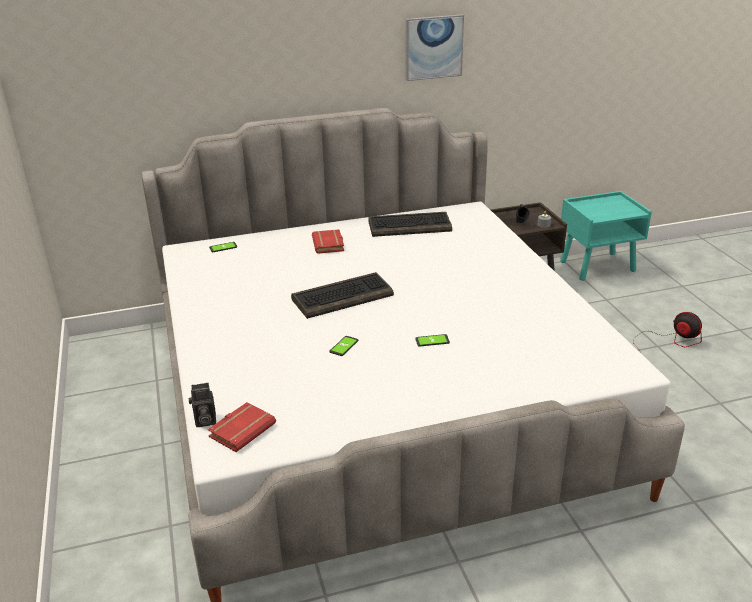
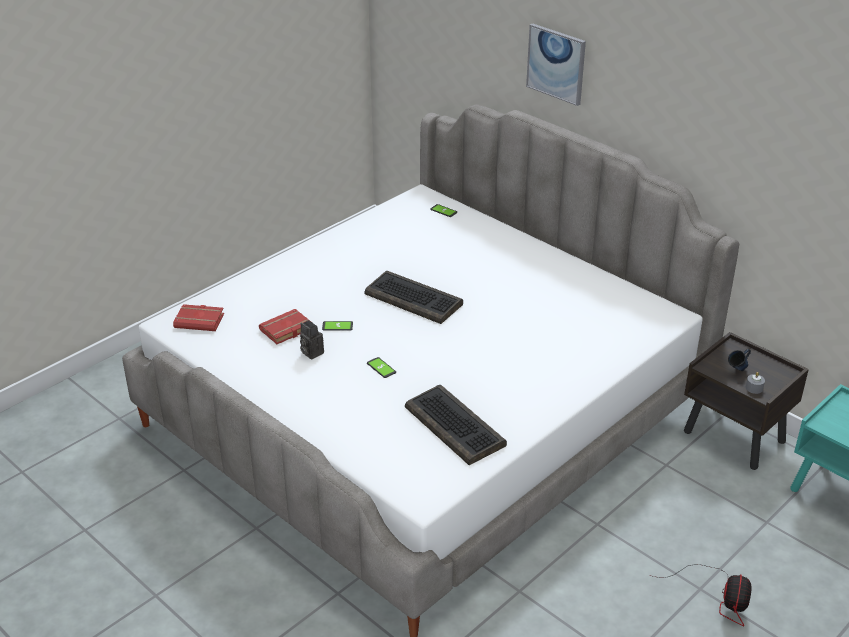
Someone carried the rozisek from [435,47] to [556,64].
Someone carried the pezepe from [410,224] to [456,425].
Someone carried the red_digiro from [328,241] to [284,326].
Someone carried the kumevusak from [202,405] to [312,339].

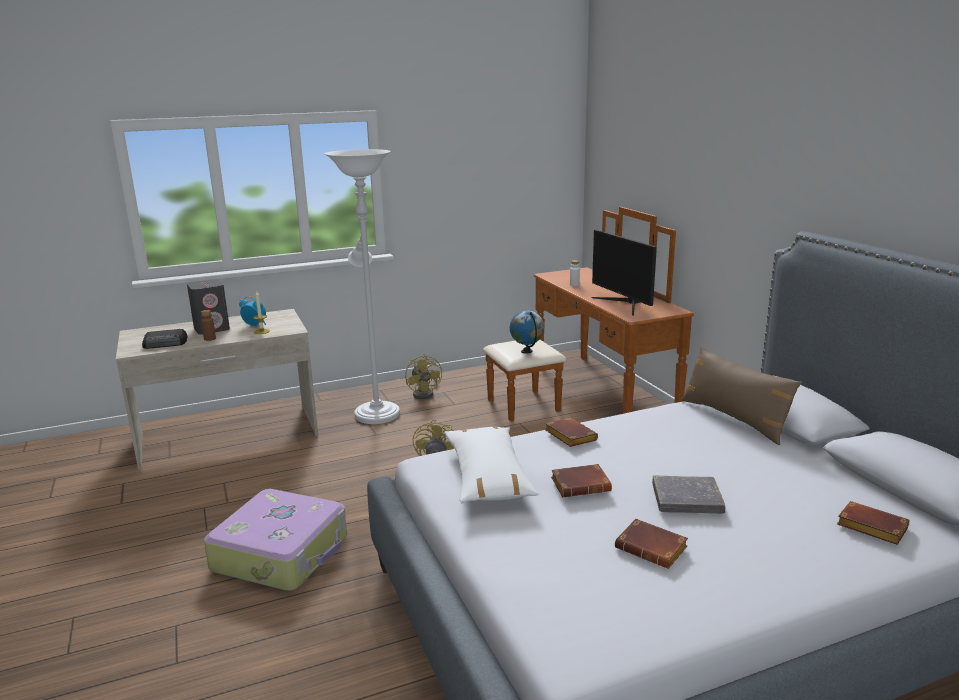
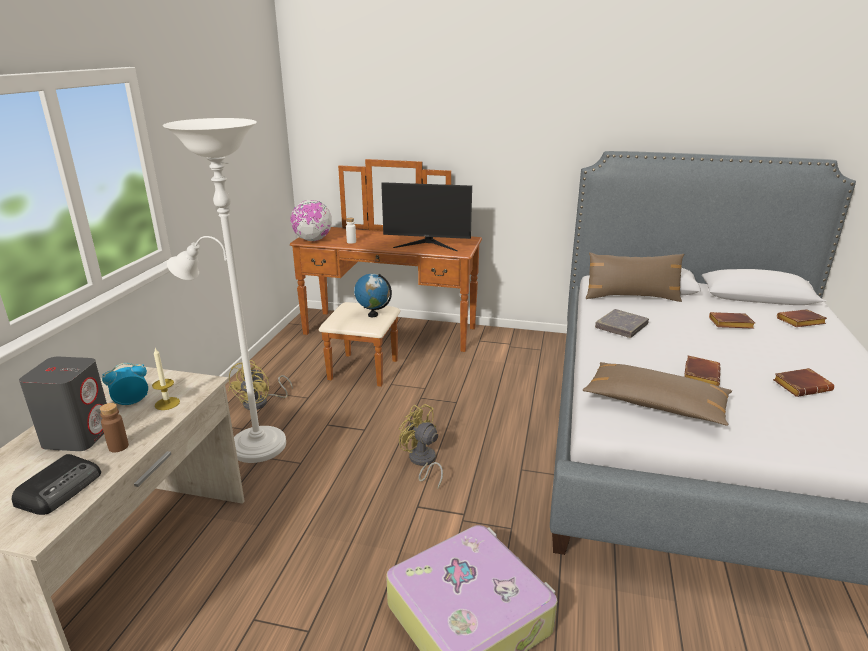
Someone rotated the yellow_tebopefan at [423,376] by 90 degrees clockwise.
Someone carried the brown_digiro from [571,432] to [732,320].
Someone repainted the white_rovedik at [492,465], which became the brown_rovedik at [657,394].
Someone carried the grey_digiro from [688,495] to [622,323].
Someone put down the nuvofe at [311,220].

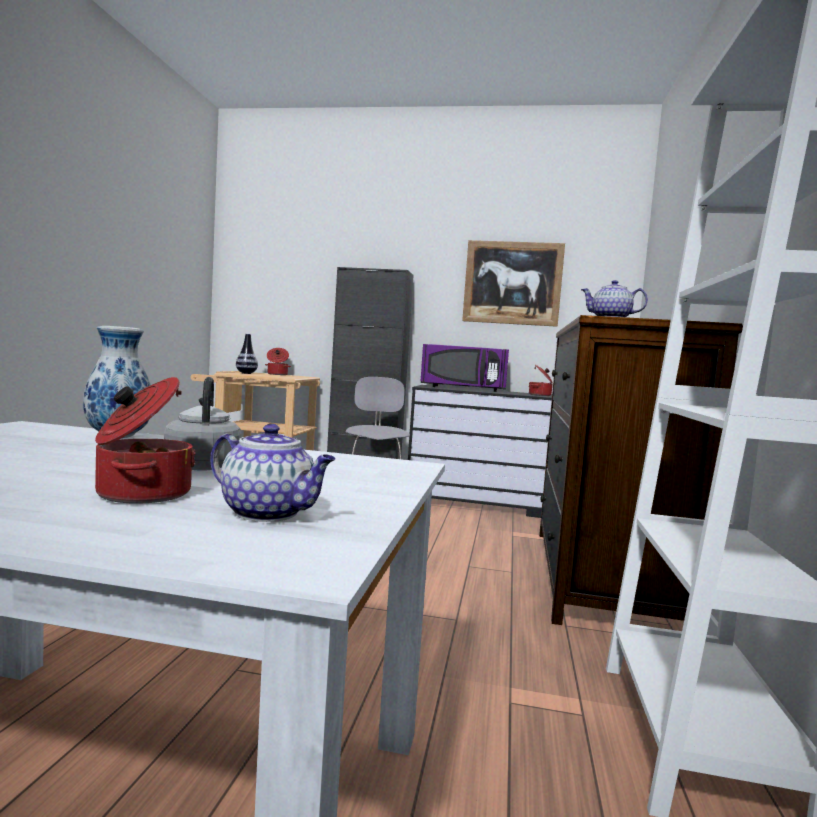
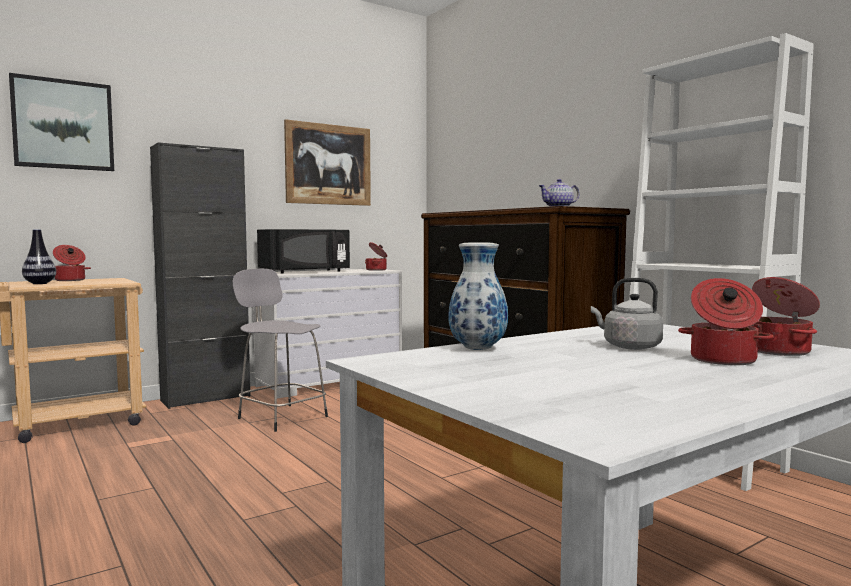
Someone repainted the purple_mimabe at [464,368], which became the black_mimabe at [303,251].
Someone repainted the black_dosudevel at [480,451], which became the white_dosudevel at [327,333].
Someone swapped the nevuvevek at [273,473] for the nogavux at [786,316].
Someone put up the rozisek at [61,122].

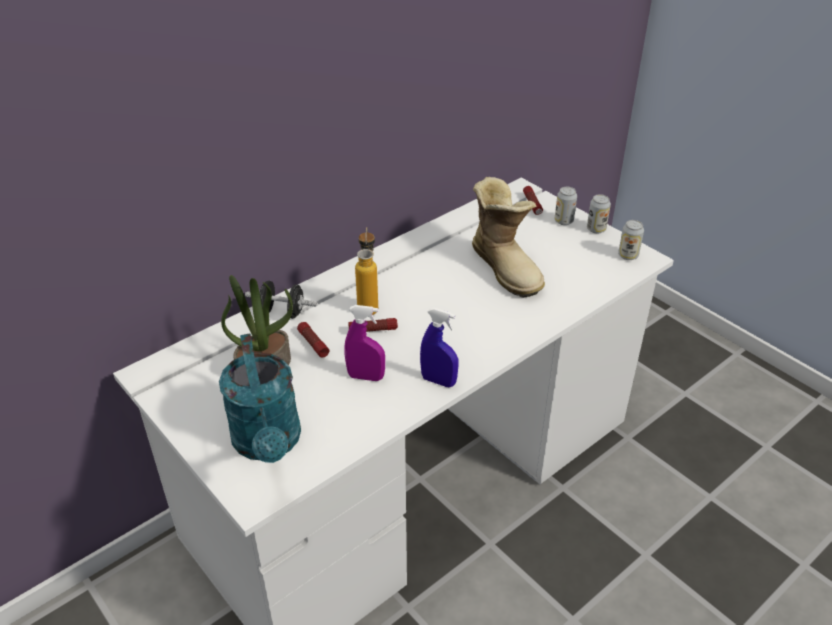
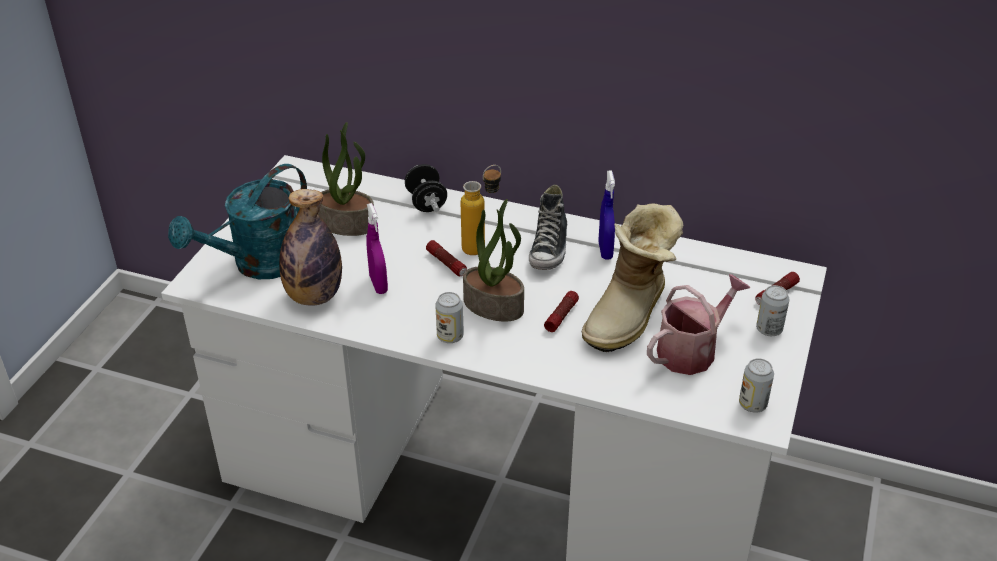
Someone carried the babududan from [599,214] to [449,317].
Someone carried the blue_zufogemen from [439,347] to [606,215].
Someone carried the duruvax from [313,340] to [561,311].
Someone put down the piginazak at [548,227].
Someone put down the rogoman at [310,247].
Someone put down the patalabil at [493,260].
Someone put down the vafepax at [698,324].

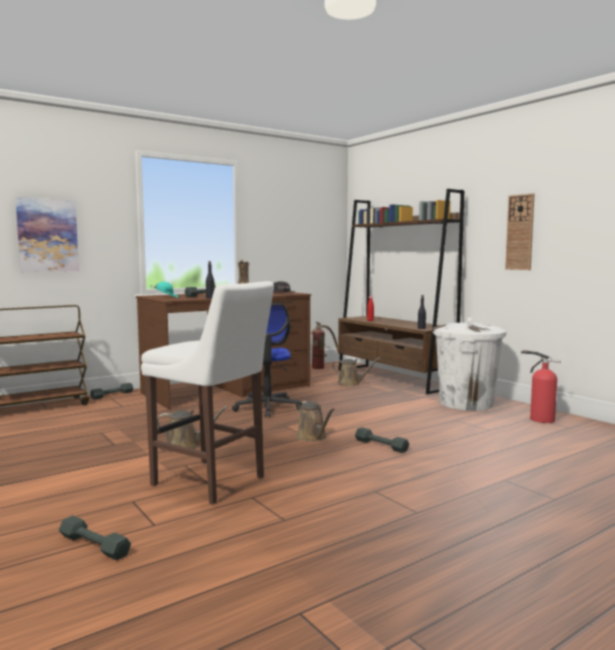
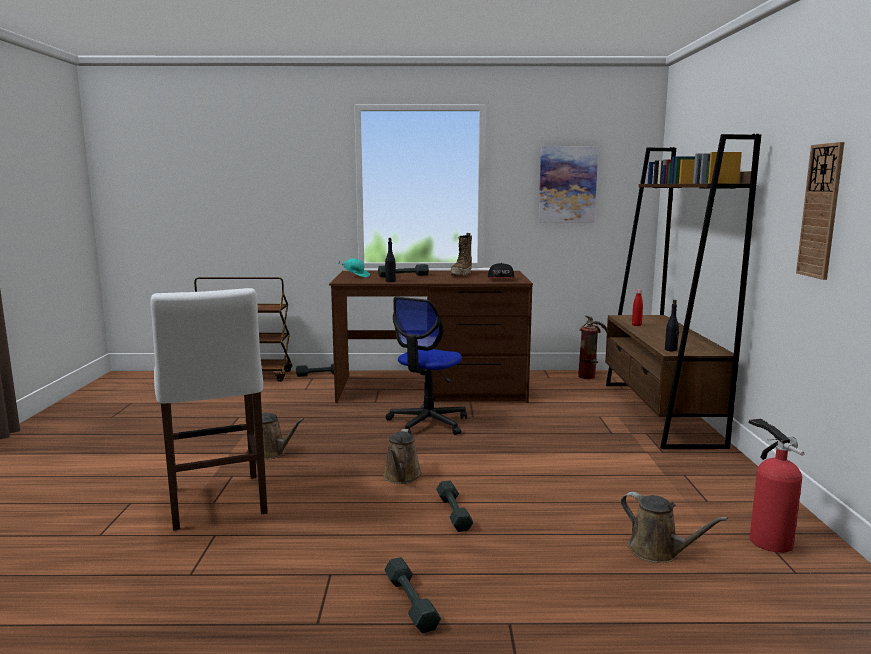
Someone carried the rozisek from [47,234] to [568,184].
Someone took away the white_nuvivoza at [469,364].
Someone carried the brown_vafepax from [356,371] to [674,527].
Someone carried the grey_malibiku from [95,538] to [413,595].

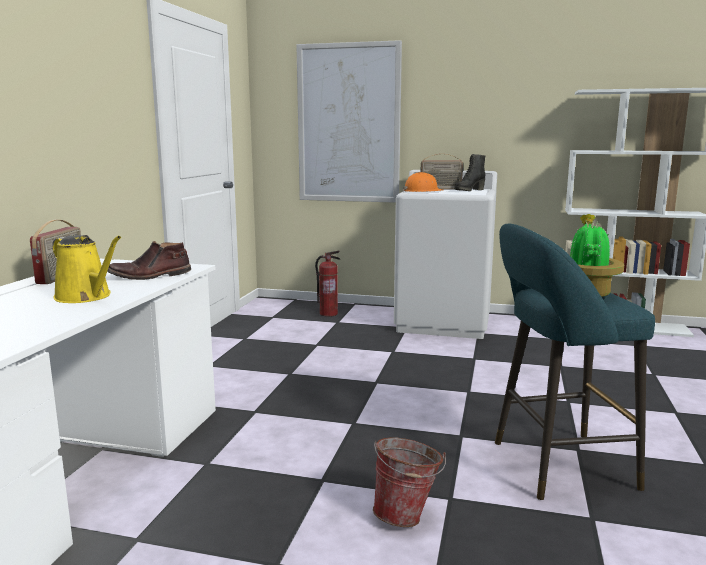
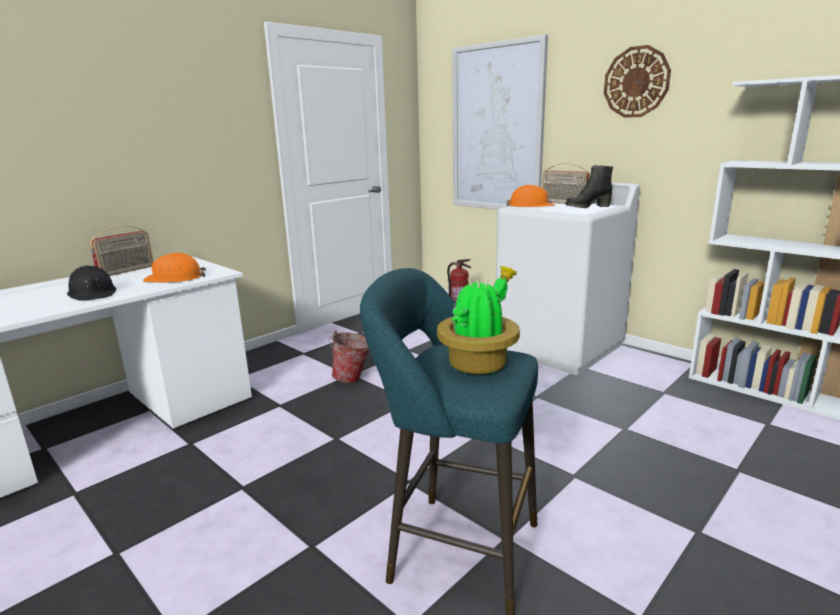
Someone swapped the yellow_vafepax at [87,269] for the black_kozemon at [91,283].
Someone swapped the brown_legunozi at [149,260] for the orange_kozemon at [174,268].
Someone carried the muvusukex from [409,482] to [349,357].
Someone put up the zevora at [637,81].

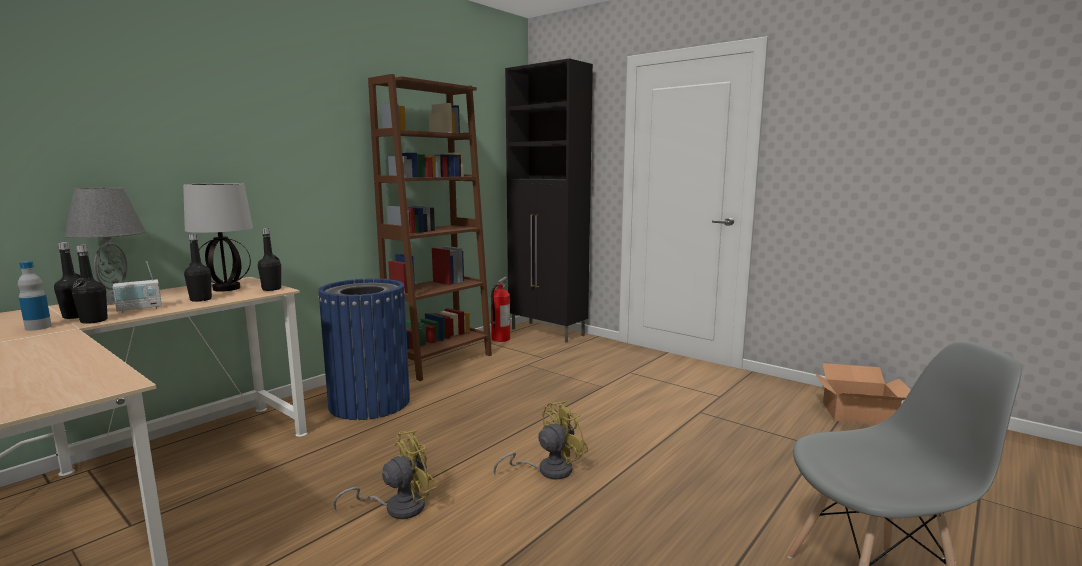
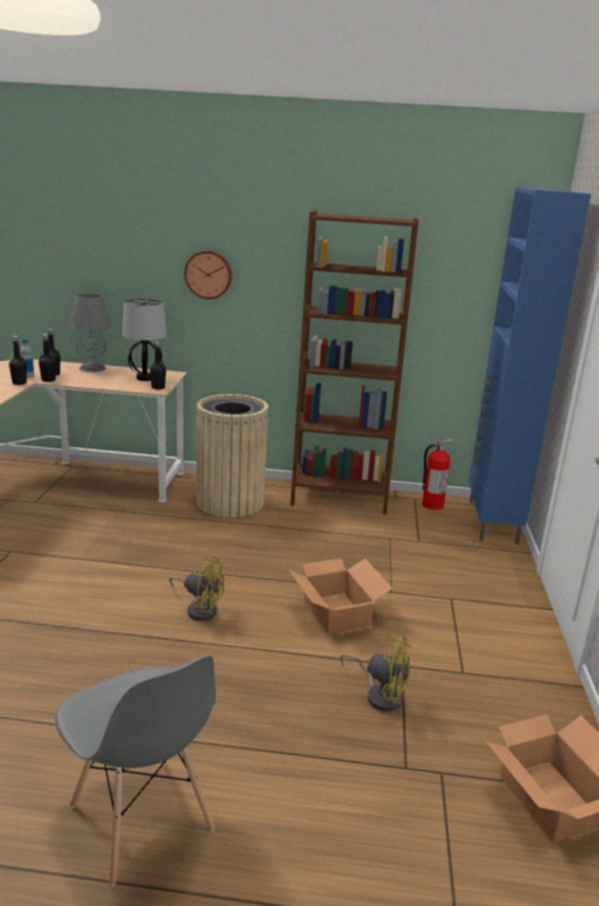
Someone repainted the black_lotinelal at [549,200], which became the blue_lotinelal at [530,366].
Someone carried the black_rogoman from [198,267] to [18,360].
Someone took away the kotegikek at [137,287].
Someone repainted the blue_nuvivoza at [364,349], which became the beige_nuvivoza at [232,456].
Someone carried the yellow_tebopefan from [385,474] to [375,673].
Someone put up the zevora at [208,274].
Someone put down the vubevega at [341,596].

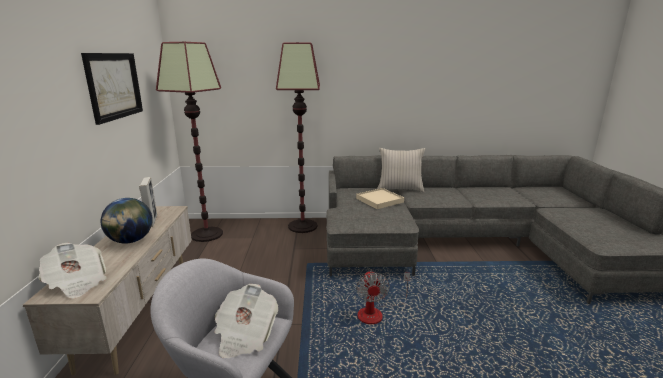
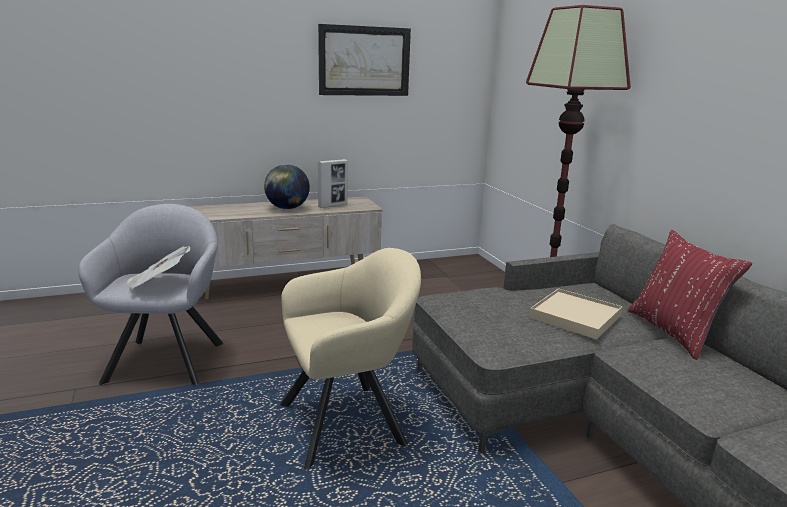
Someone took away the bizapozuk at [189,141].
Someone repainted the beige_rovedik at [401,170], which became the red_rovedik at [690,295].
Someone took away the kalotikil at [73,270].
Someone swapped the tebopefan at [383,297] for the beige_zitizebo at [350,359].

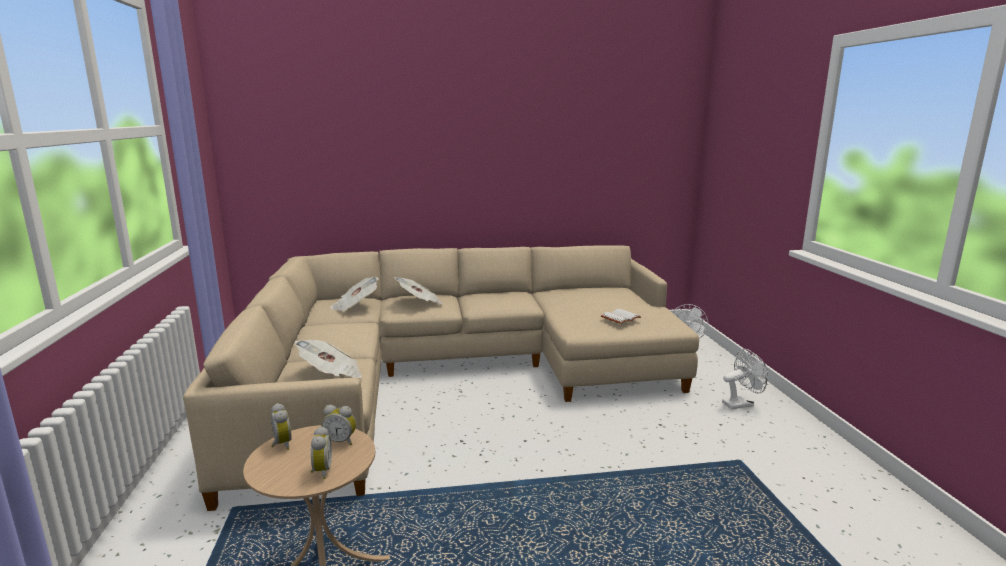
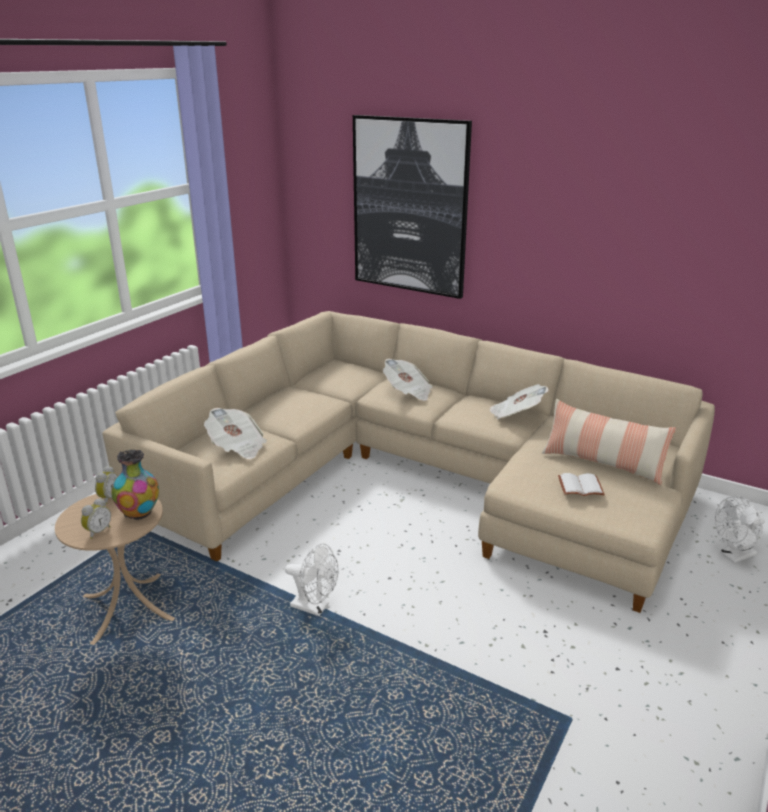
Someone carried the kalotikil from [354,294] to [518,401].
Someone carried the white_tebopefan from [745,379] to [311,579].
Someone swapped the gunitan at [339,425] for the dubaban at [135,484].
Someone put up the rozisek at [412,207].
Someone put down the rovedik at [609,442].

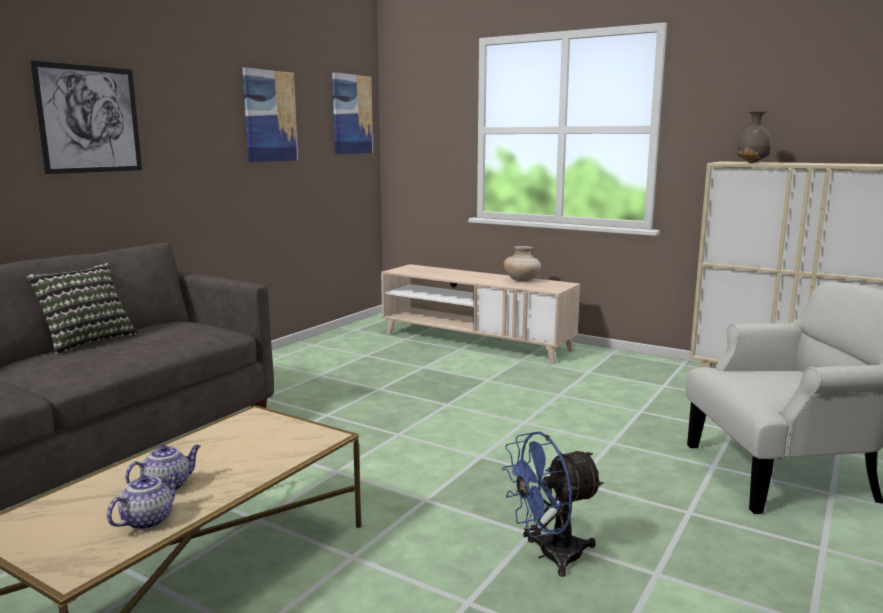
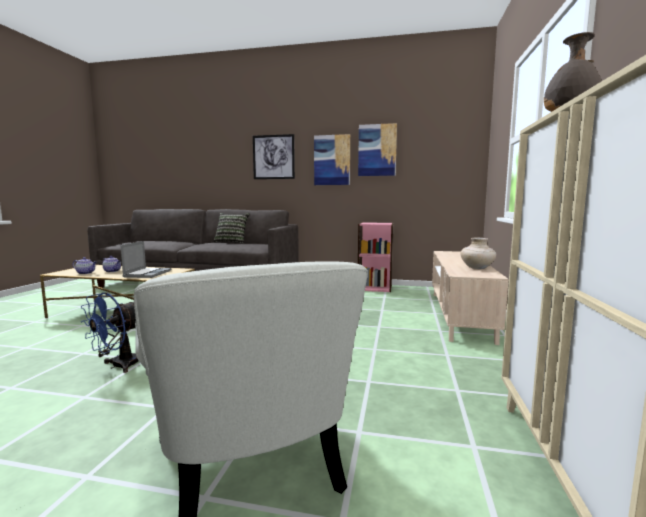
Someone carried the rozisek from [352,113] to [332,159].
Someone rotated the blue_tebopefan at [553,504] by 105 degrees counterclockwise.
Someone put down the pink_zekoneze at [375,257].
Someone put down the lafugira at [145,259].

